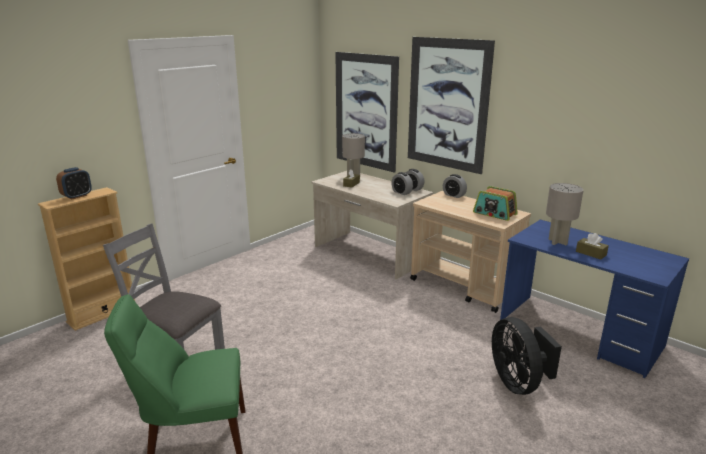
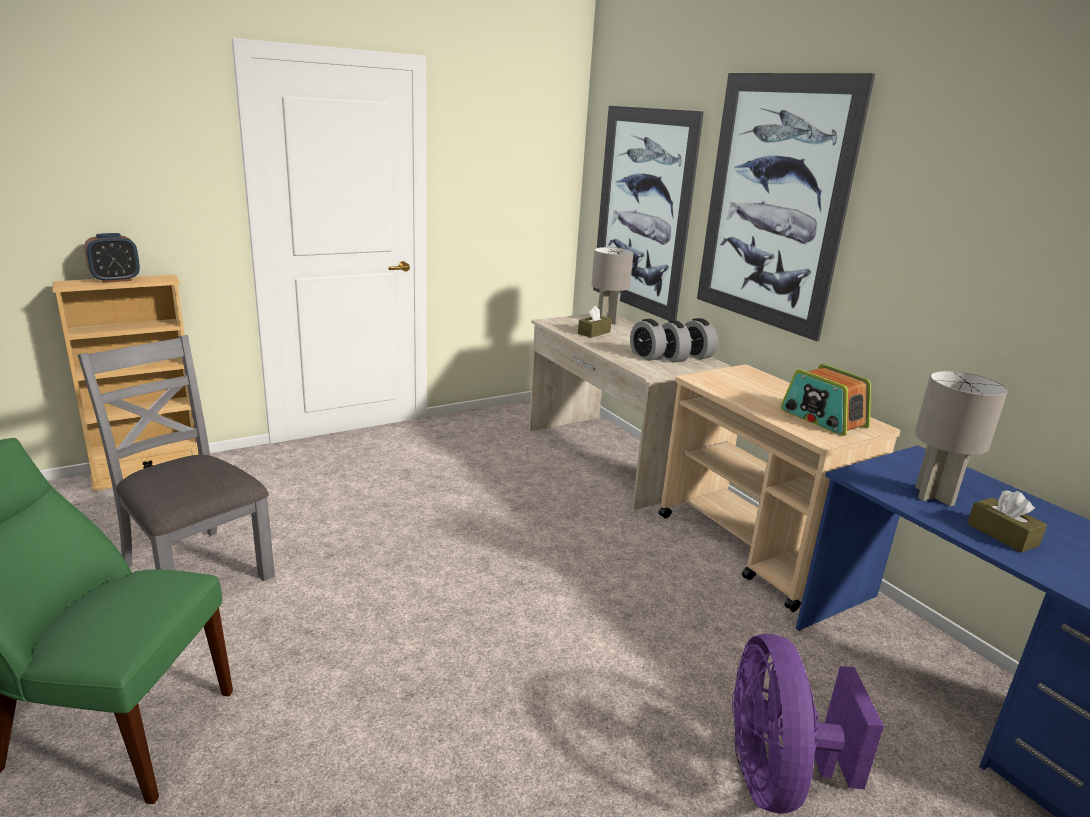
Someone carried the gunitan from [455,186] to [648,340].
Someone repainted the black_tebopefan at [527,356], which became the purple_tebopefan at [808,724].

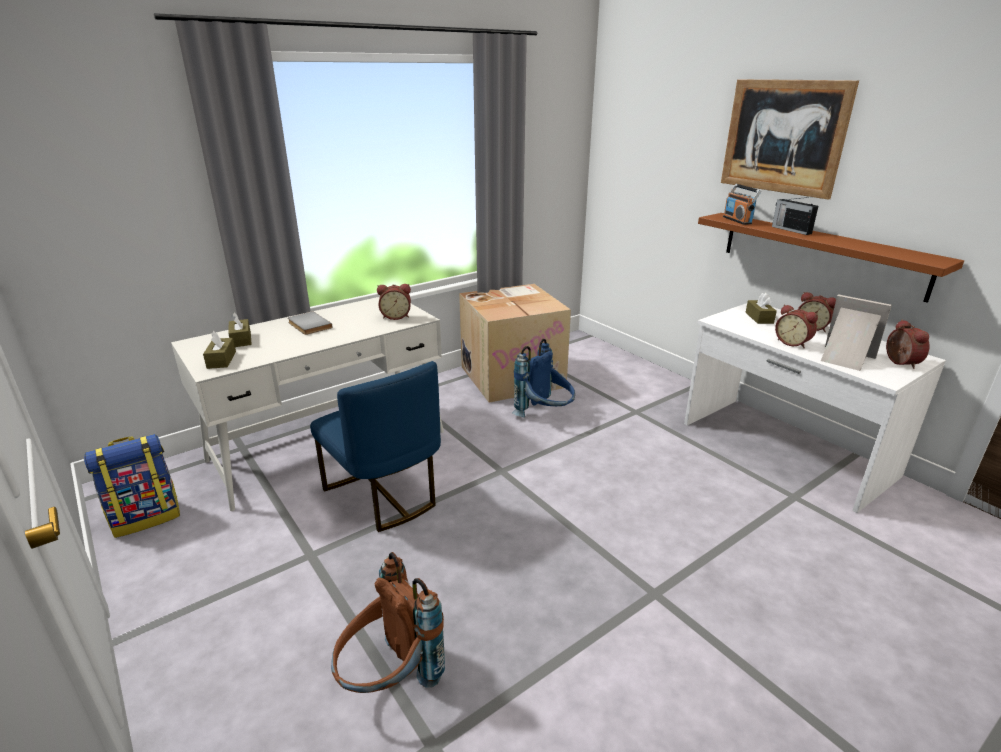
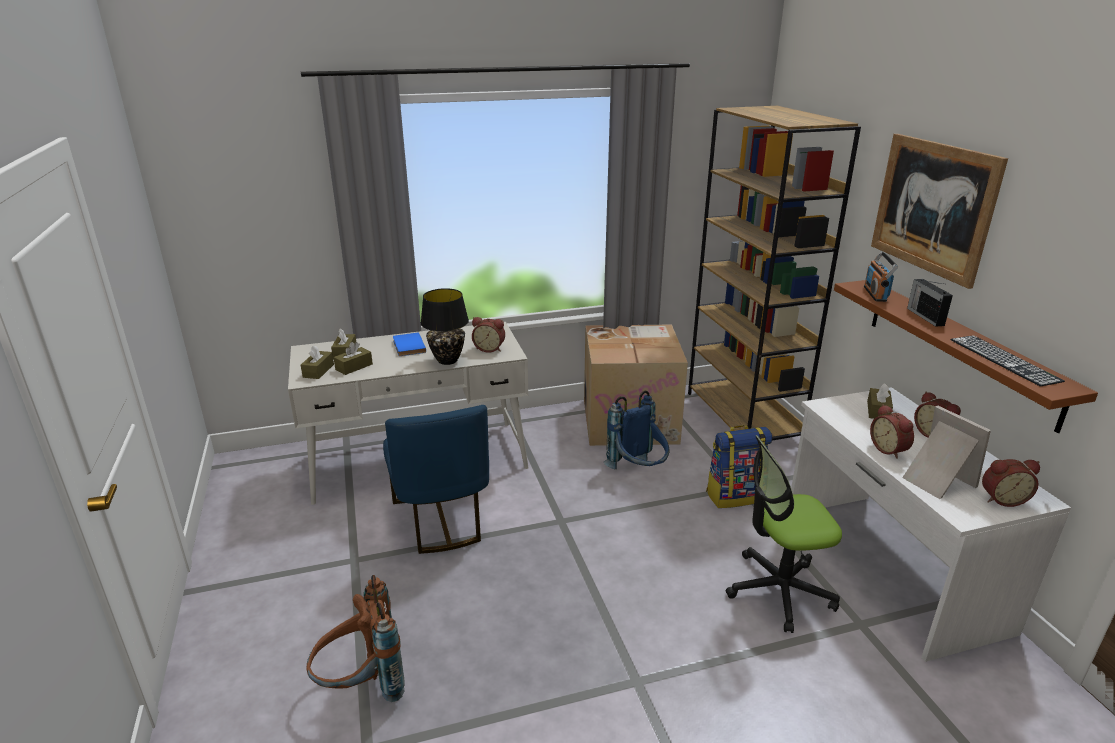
Someone repainted the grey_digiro at [310,323], which became the blue_digiro at [409,344].
Someone rotated the gunitan at [907,344] by 75 degrees clockwise.
Someone carried the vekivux from [132,486] to [739,466].
Someone put down the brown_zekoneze at [774,273].
Someone put down the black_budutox at [445,326].
Someone put down the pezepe at [1008,360].
Someone put down the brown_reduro at [353,358].
Someone put down the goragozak at [784,534].

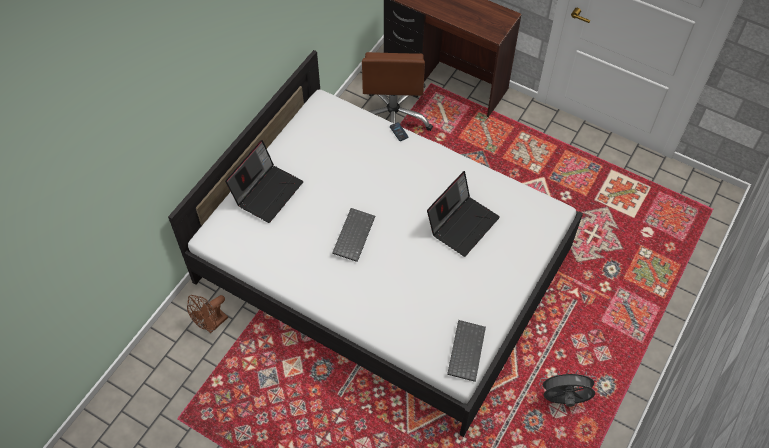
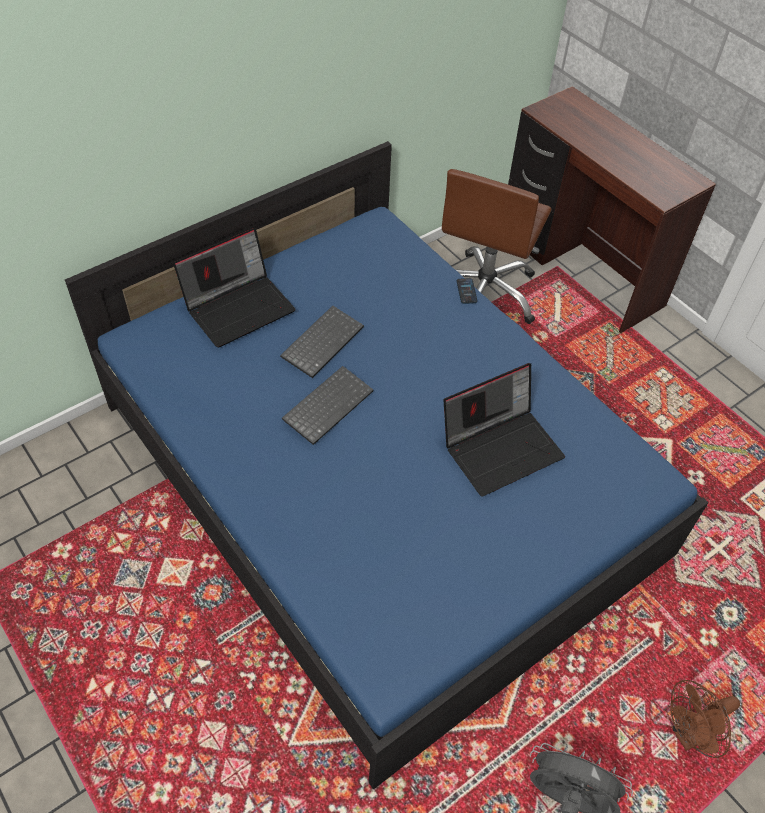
Someone repainted the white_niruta at [375,243], which became the blue_niruta at [387,465].
Someone carried the brown_tebopefan from [207,314] to [705,719].
Someone carried the pezepe from [466,351] to [322,342].

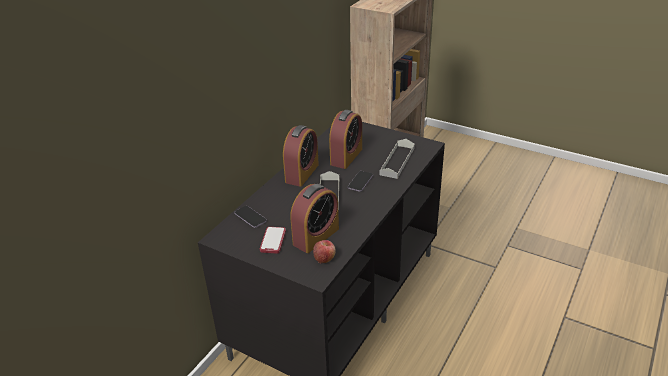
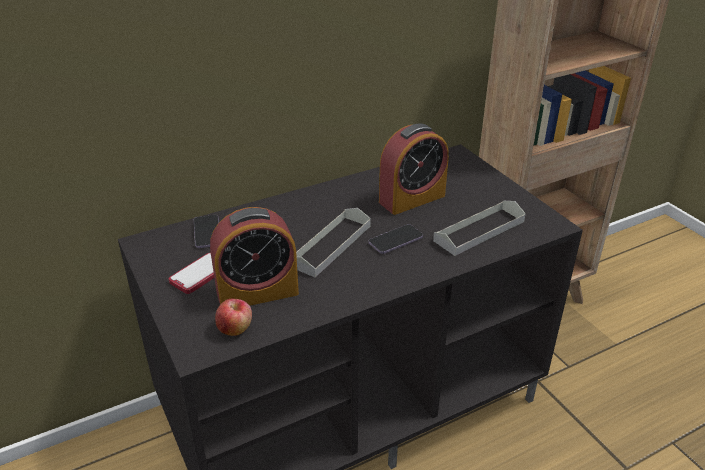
Someone took away the gunitan at [301,156].

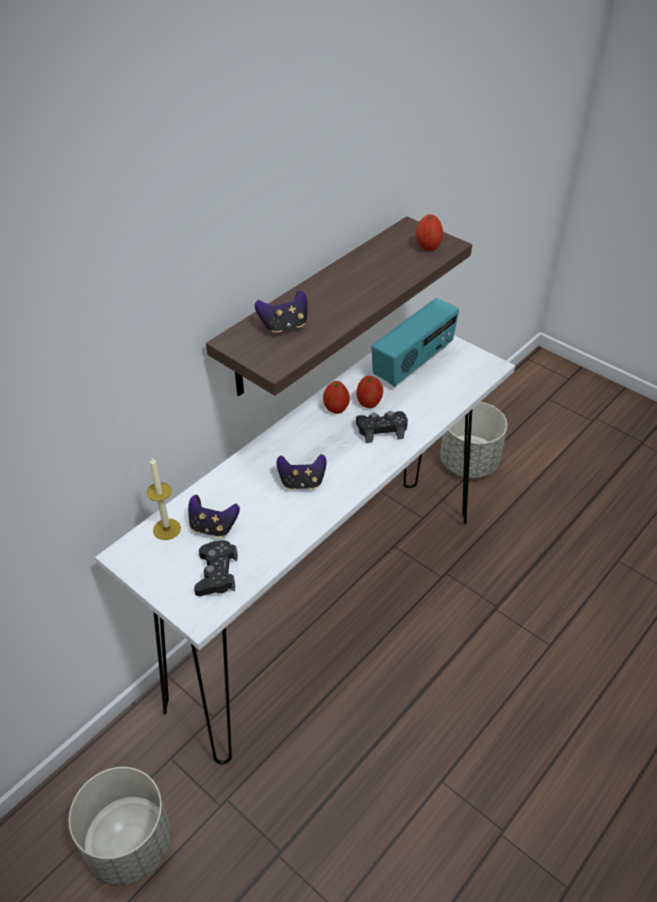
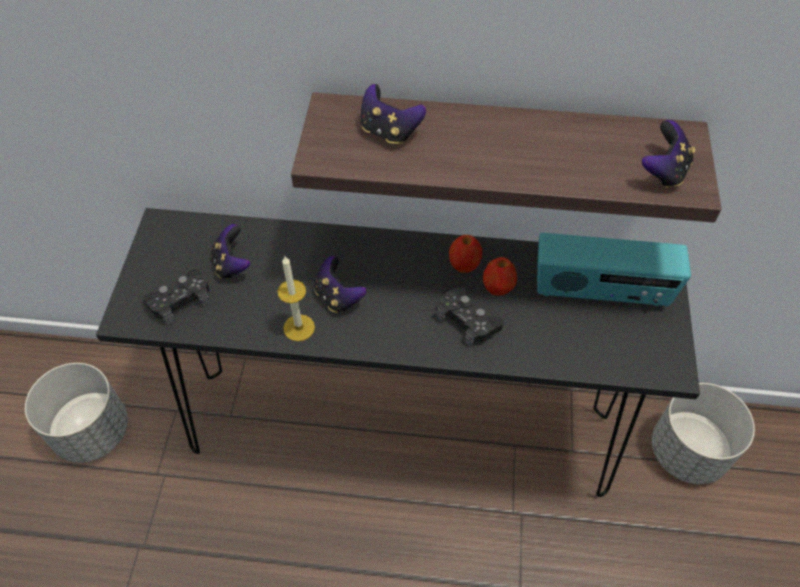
Someone swapped the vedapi at [429,232] for the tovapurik at [668,154].
Someone repainted the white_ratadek at [305,549], which became the black_ratadek at [398,352].
Someone carried the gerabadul from [164,498] to [296,298].

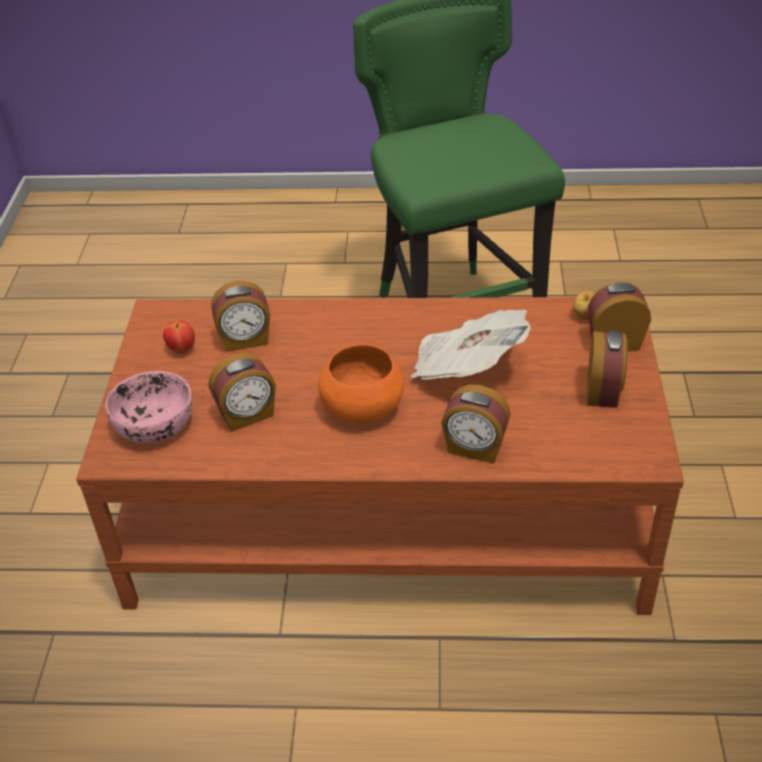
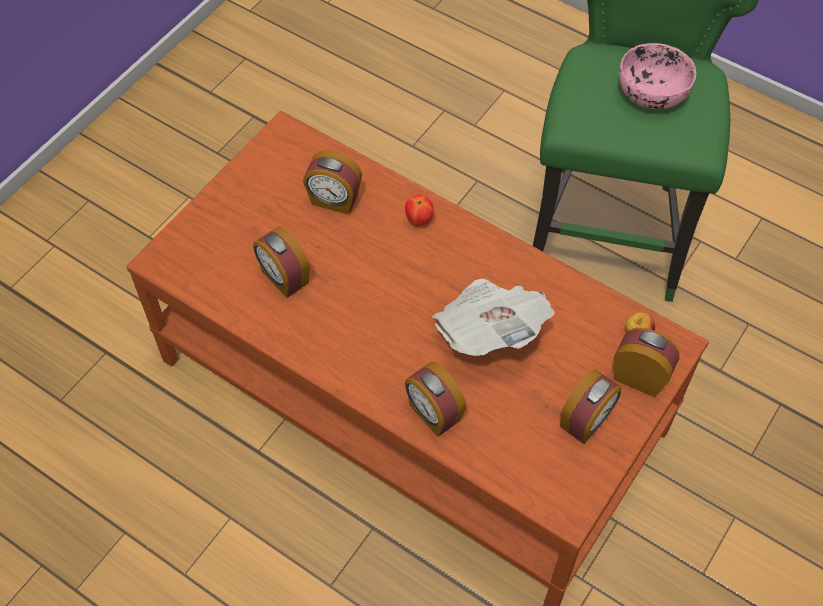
Someone carried the vedapi from [179,337] to [419,210].
Someone took away the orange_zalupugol at [361,384].
Someone rotated the gunitan at [242,392] by 45 degrees clockwise.
Someone carried the pink_zalupugol from [148,407] to [657,76].

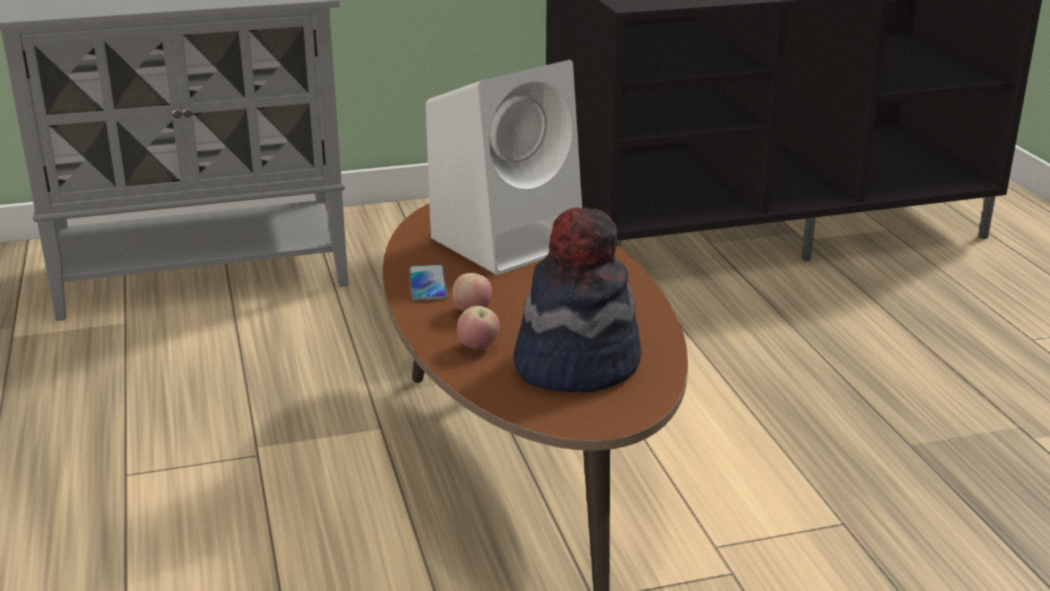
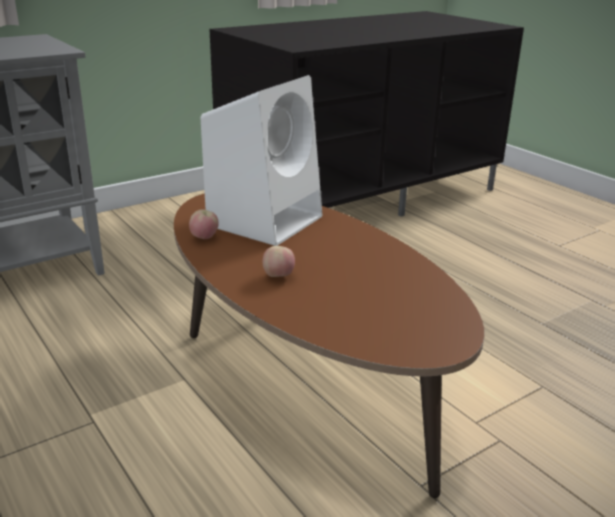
Someone took away the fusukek at [577,299].
Someone took away the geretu at [428,282].
Someone carried the vedapi from [478,328] to [204,224].

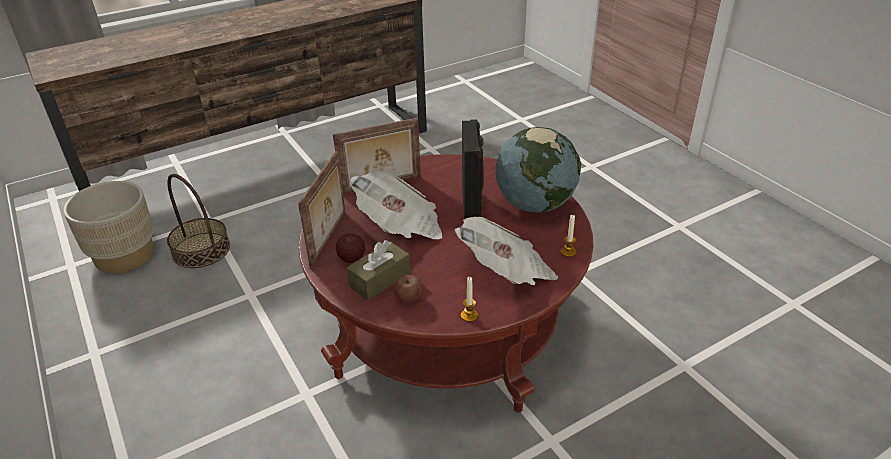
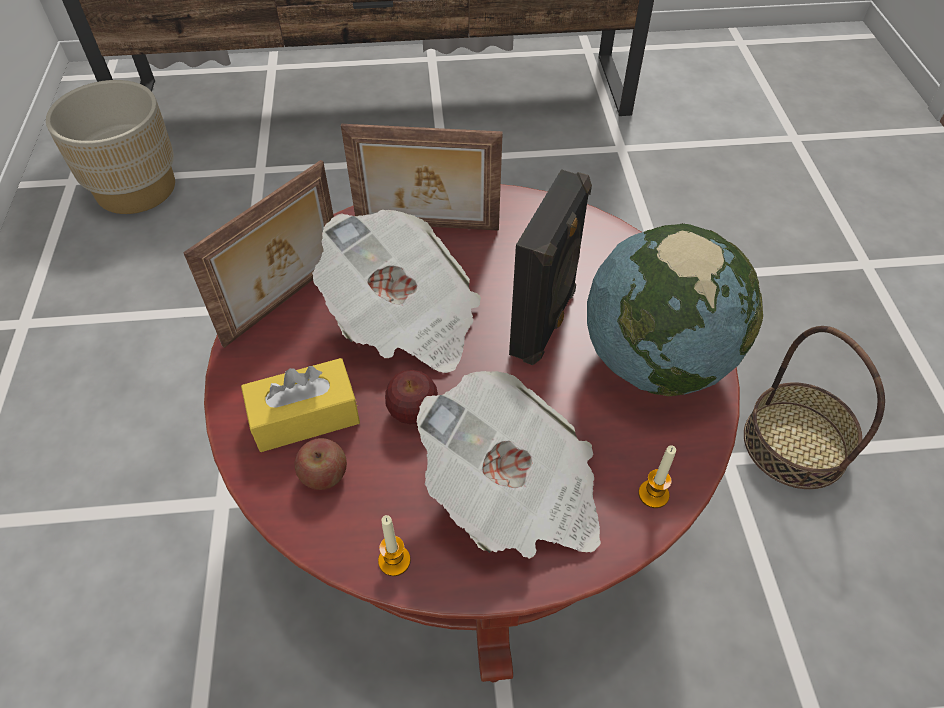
Someone carried the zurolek from [198,221] to [814,407].
Someone carried the vedapi from [350,248] to [411,397].
Someone repainted the brown_reduro at [378,270], which became the yellow_reduro at [300,405].

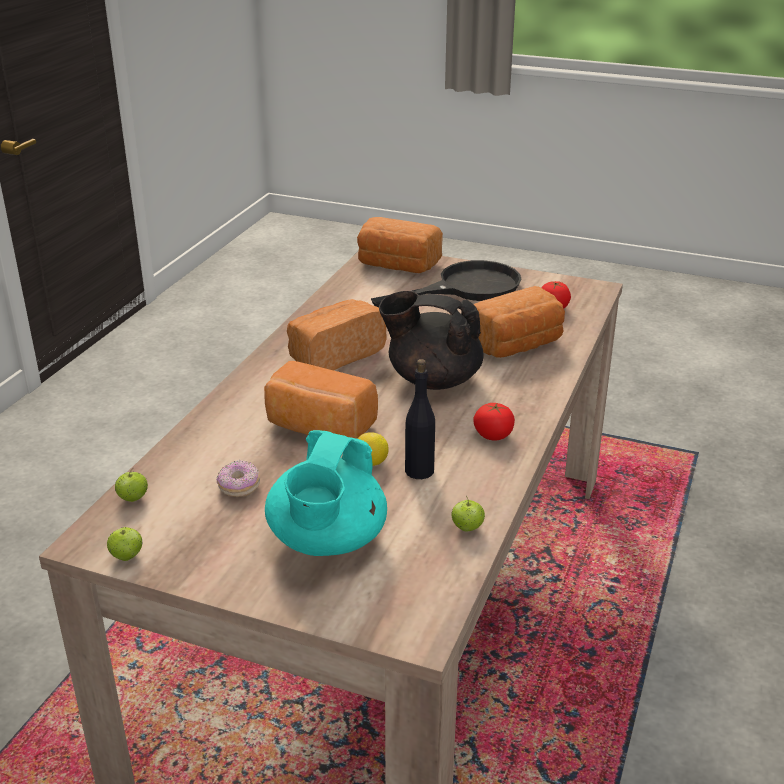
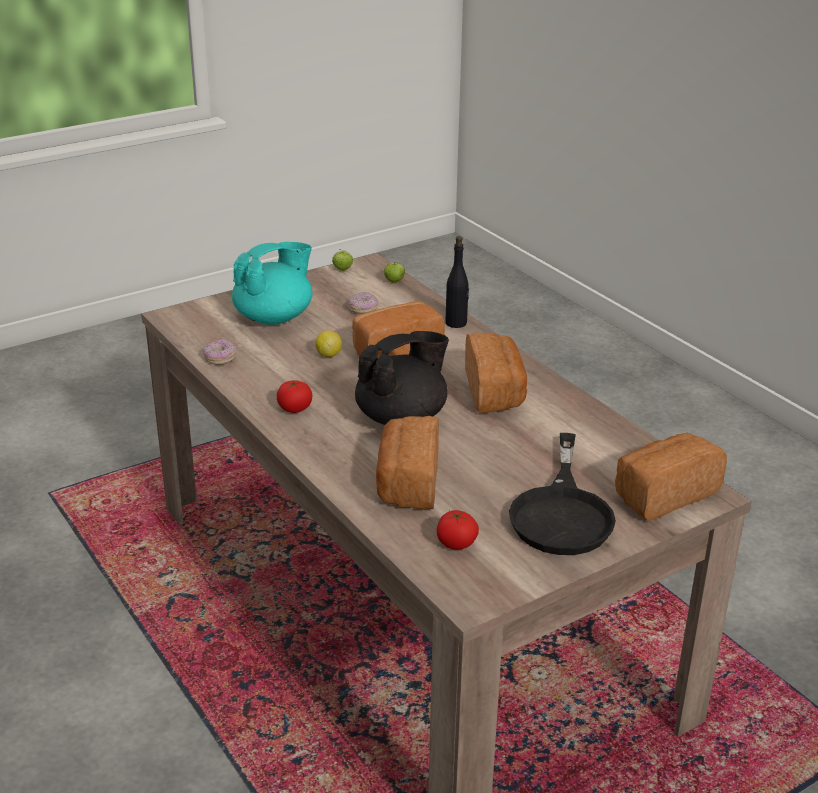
Someone carried the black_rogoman from [420,419] to [457,282].
Someone rotated the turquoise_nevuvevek at [326,493] by 90 degrees clockwise.
Someone swapped the vedapi at [468,513] for the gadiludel at [219,352].

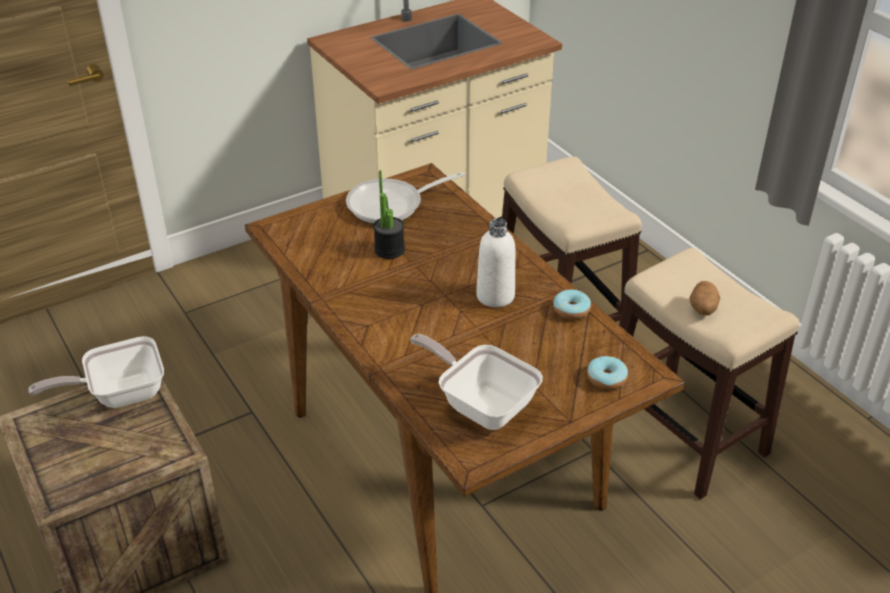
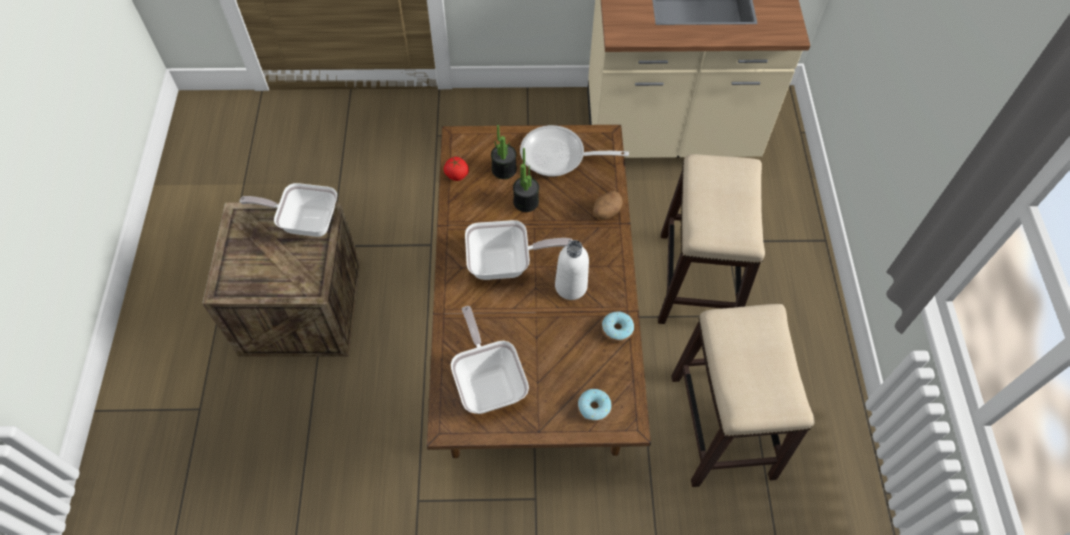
Someone carried the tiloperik from [705,298] to [608,205].
Someone put down the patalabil at [504,152].
Someone put down the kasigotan at [456,169].
Someone put down the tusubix at [519,250].

